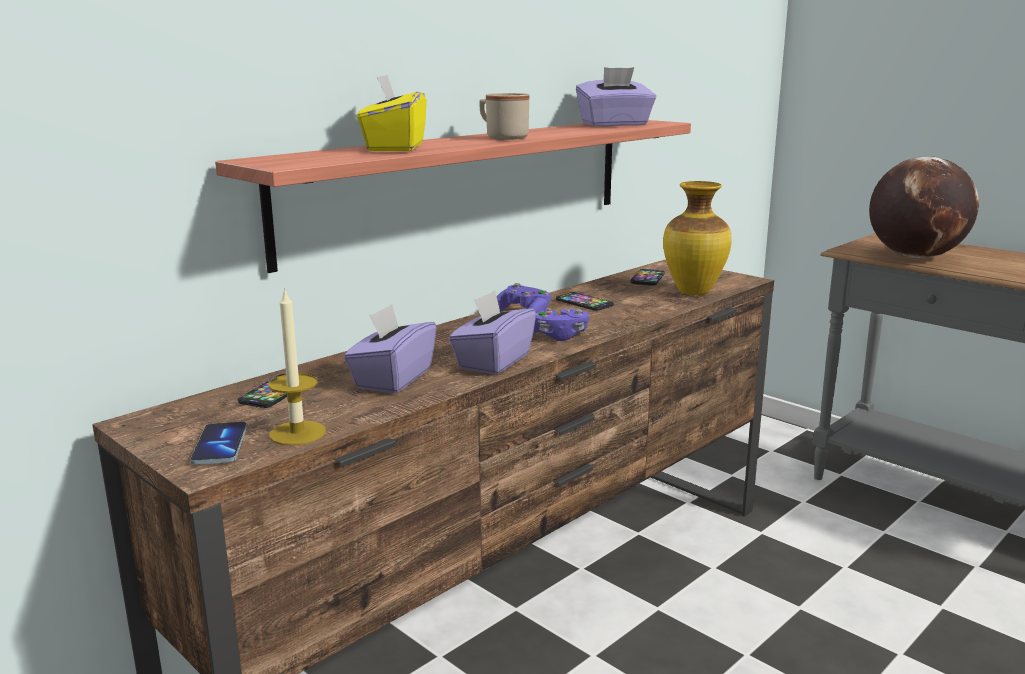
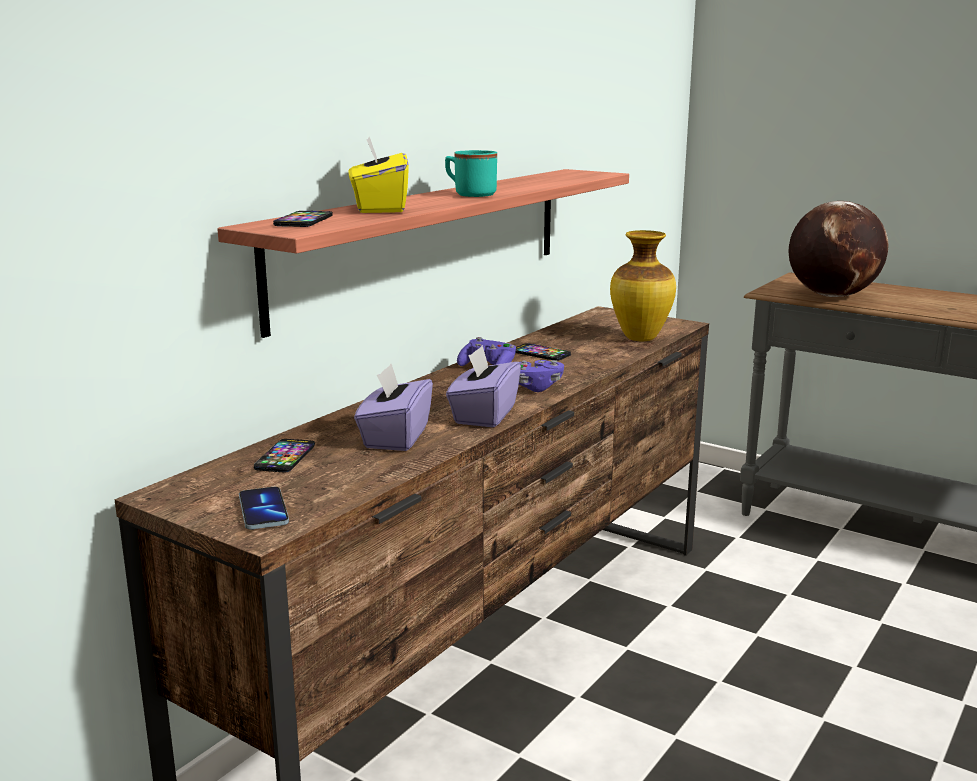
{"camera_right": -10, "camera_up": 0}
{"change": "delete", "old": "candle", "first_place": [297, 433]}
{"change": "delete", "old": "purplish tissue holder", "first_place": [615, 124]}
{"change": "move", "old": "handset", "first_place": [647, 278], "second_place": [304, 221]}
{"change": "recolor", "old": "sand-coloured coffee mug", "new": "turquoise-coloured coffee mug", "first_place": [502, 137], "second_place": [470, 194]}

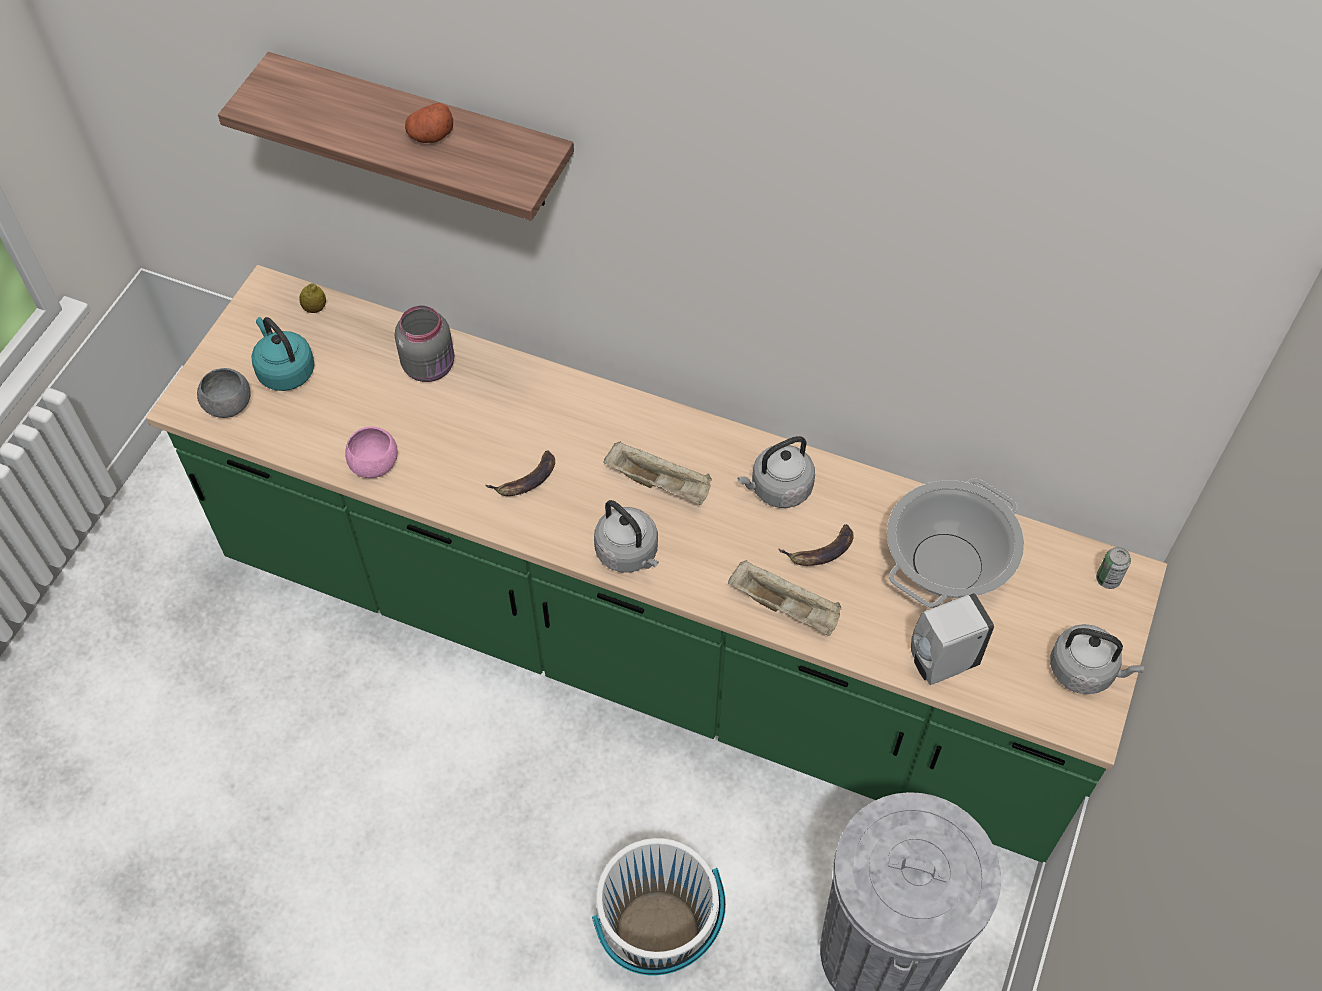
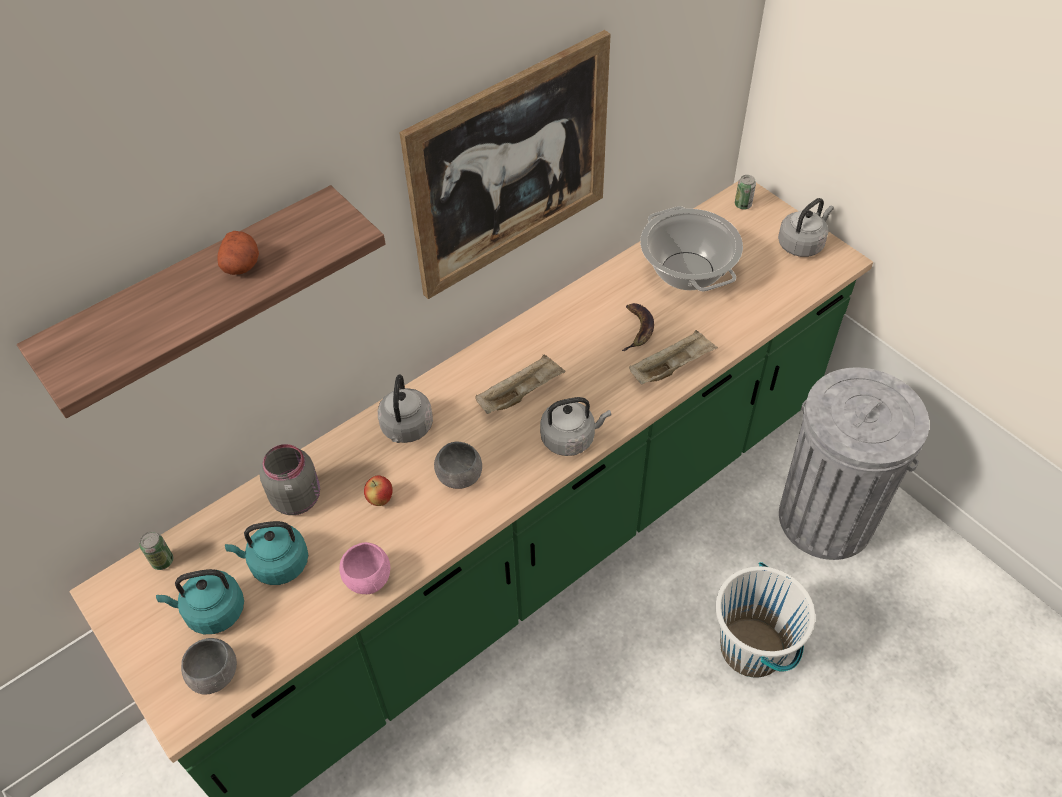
{"camera_right": -60, "camera_up": -5}
{"change": "delete", "old": "white soap bottle", "first_place": [940, 663]}
{"change": "insert", "new": "turquoise-coloured kettle", "second_place": [277, 564]}
{"change": "insert", "new": "whole apple", "second_place": [380, 499]}
{"change": "insert", "new": "wall art", "second_place": [510, 166]}
{"change": "move", "old": "grey kettle", "first_place": [778, 489], "second_place": [406, 429]}
{"change": "replace", "old": "whole lemon", "new": "can", "first_place": [315, 308], "second_place": [162, 561]}
{"change": "replace", "old": "whole banana", "new": "grey deep dish", "first_place": [526, 480], "second_place": [459, 476]}

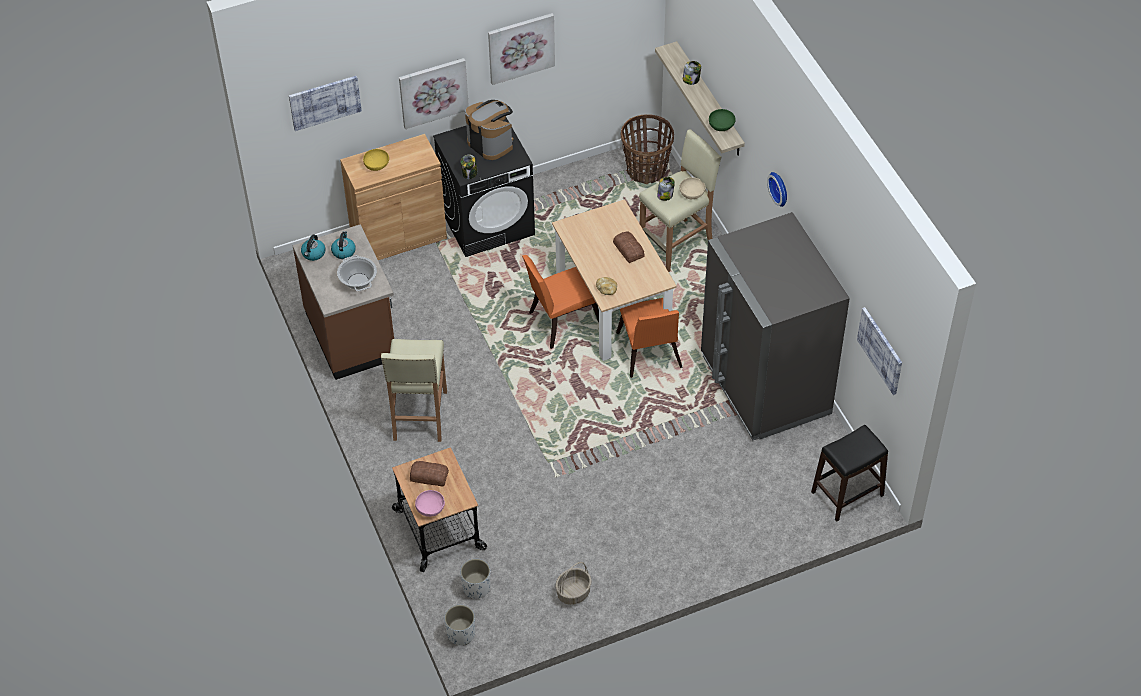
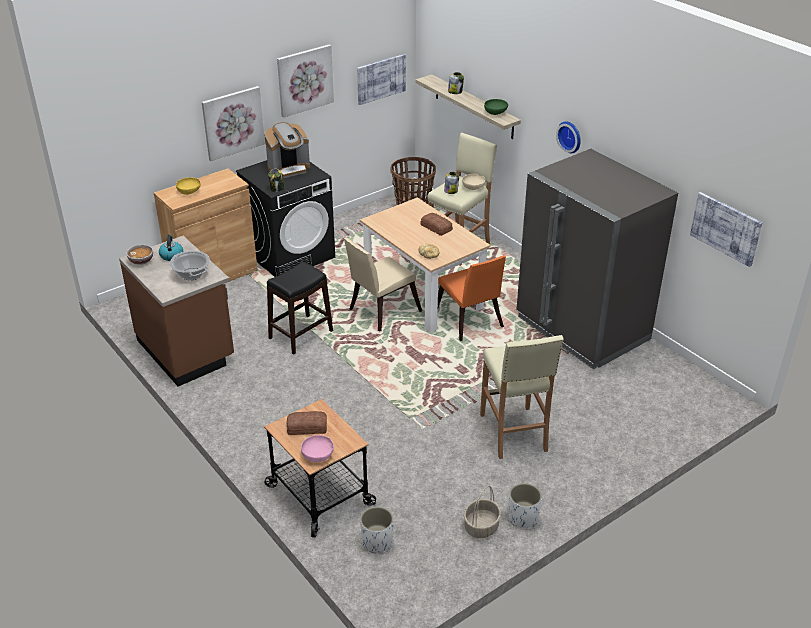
{"camera_right": -15, "camera_up": -15}
{"change": "move", "old": "wall art", "first_place": [325, 102], "second_place": [381, 79]}
{"change": "move", "old": "sand-coloured stool seat", "first_place": [419, 416], "second_place": [513, 433]}
{"change": "move", "old": "white flower pot", "first_place": [461, 634], "second_place": [523, 518]}
{"change": "move", "old": "black stool seat", "first_place": [847, 494], "second_place": [301, 334]}
{"change": "replace", "old": "kettle", "new": "deep dish", "first_place": [313, 253], "second_place": [141, 261]}
{"change": "recolor", "old": "orange plain chair", "new": "sand-coloured plain chair", "first_place": [561, 322], "second_place": [381, 311]}
{"change": "rotate", "old": "coffee machine", "first_place": [490, 143], "second_place": [289, 168], "degrees": 120}

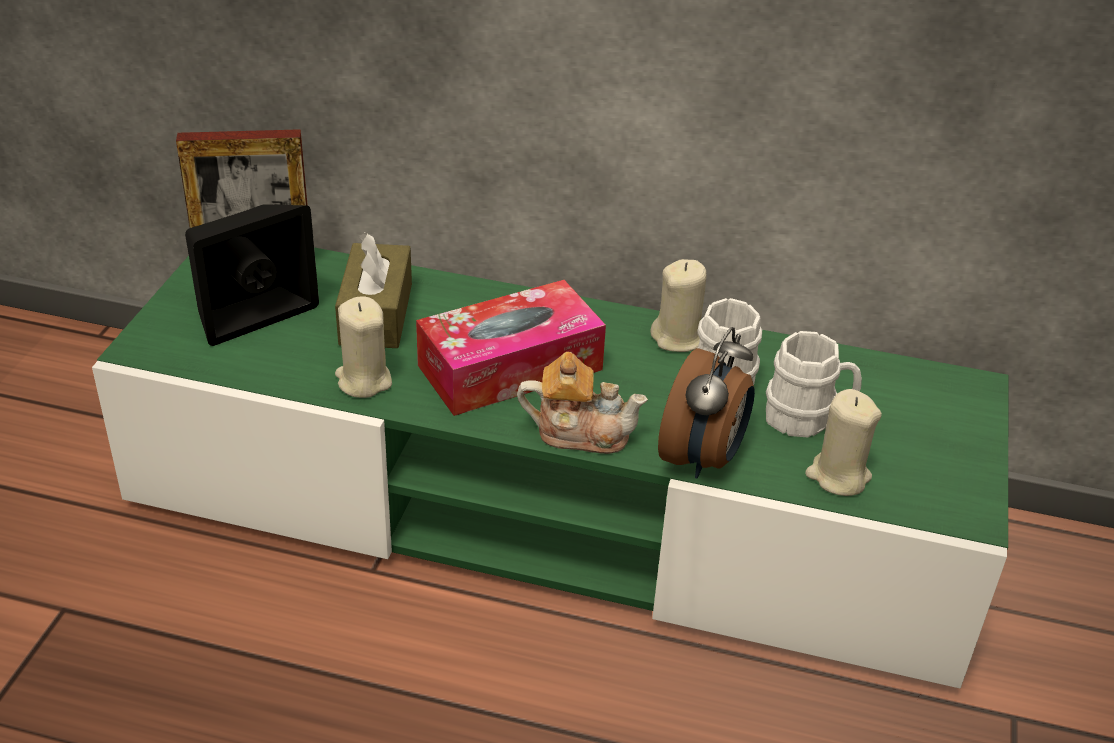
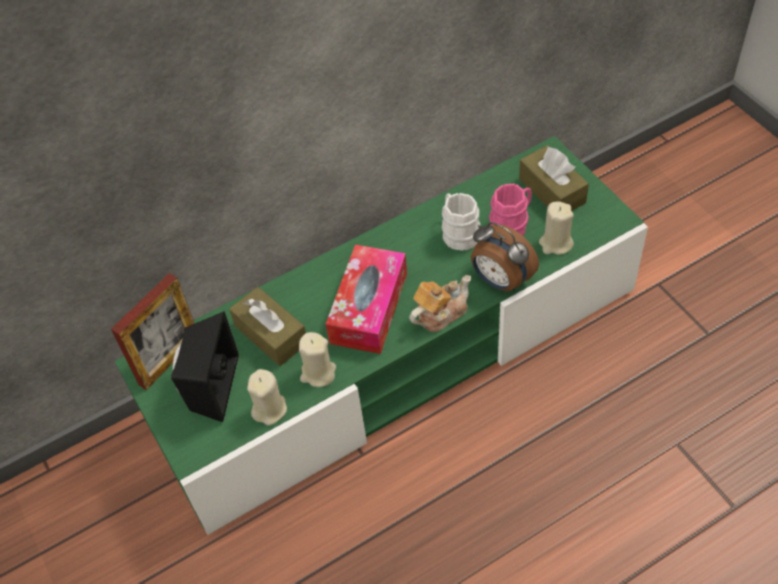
{"camera_right": -40, "camera_up": 15}
{"change": "insert", "new": "brown tissue holder", "second_place": [552, 190]}
{"change": "move", "old": "sand-coloured candle", "first_place": [678, 337], "second_place": [269, 409]}
{"change": "recolor", "old": "white coffee mug", "new": "pinkish coffee mug", "first_place": [807, 417], "second_place": [512, 225]}
{"change": "rotate", "old": "bedside clock", "first_place": [703, 458], "second_place": [500, 281], "degrees": 150}

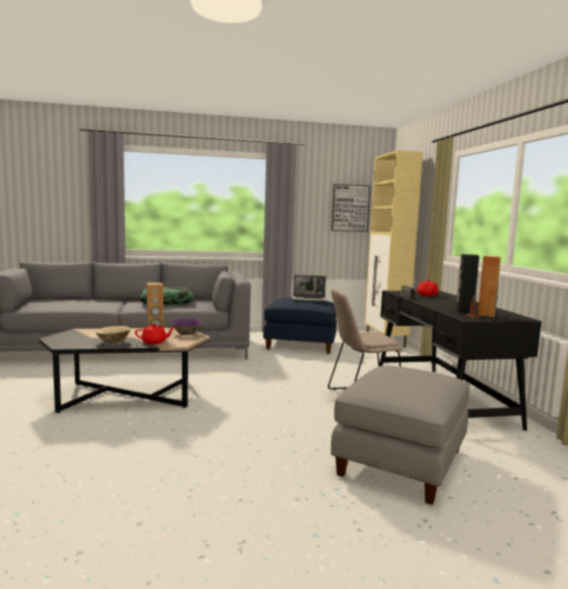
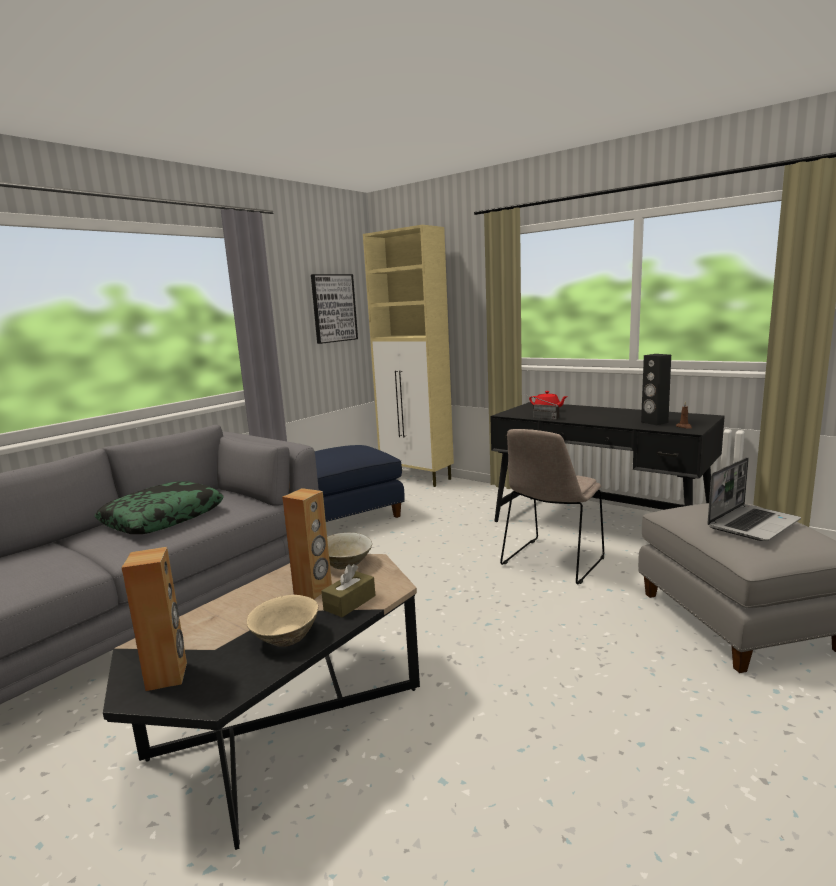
{"camera_right": -40, "camera_up": 5}
{"change": "move", "old": "portable computer", "first_place": [309, 299], "second_place": [752, 523]}
{"change": "move", "old": "brown loudspeaker", "first_place": [486, 315], "second_place": [167, 676]}
{"change": "replace", "old": "red-coloured teapot", "new": "brown tissue holder", "first_place": [154, 342], "second_place": [349, 603]}
{"change": "recolor", "old": "purplish deep dish", "new": "sand-coloured deep dish", "first_place": [186, 334], "second_place": [345, 564]}

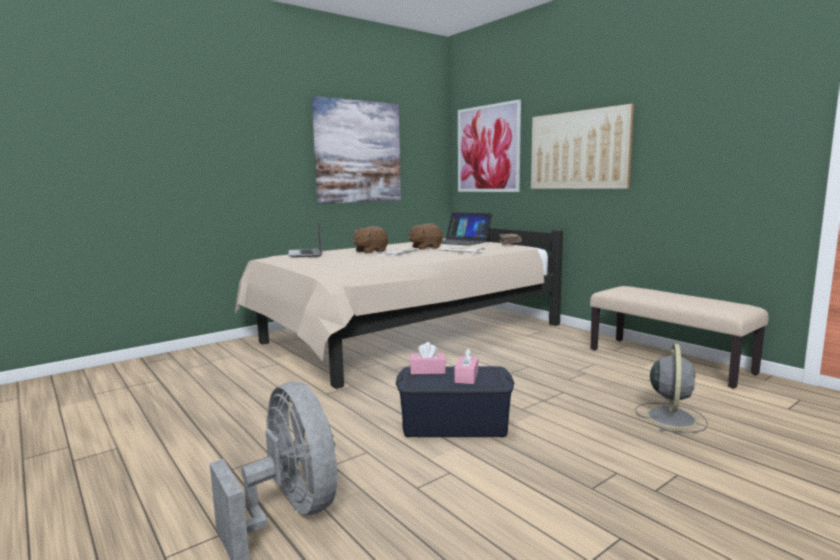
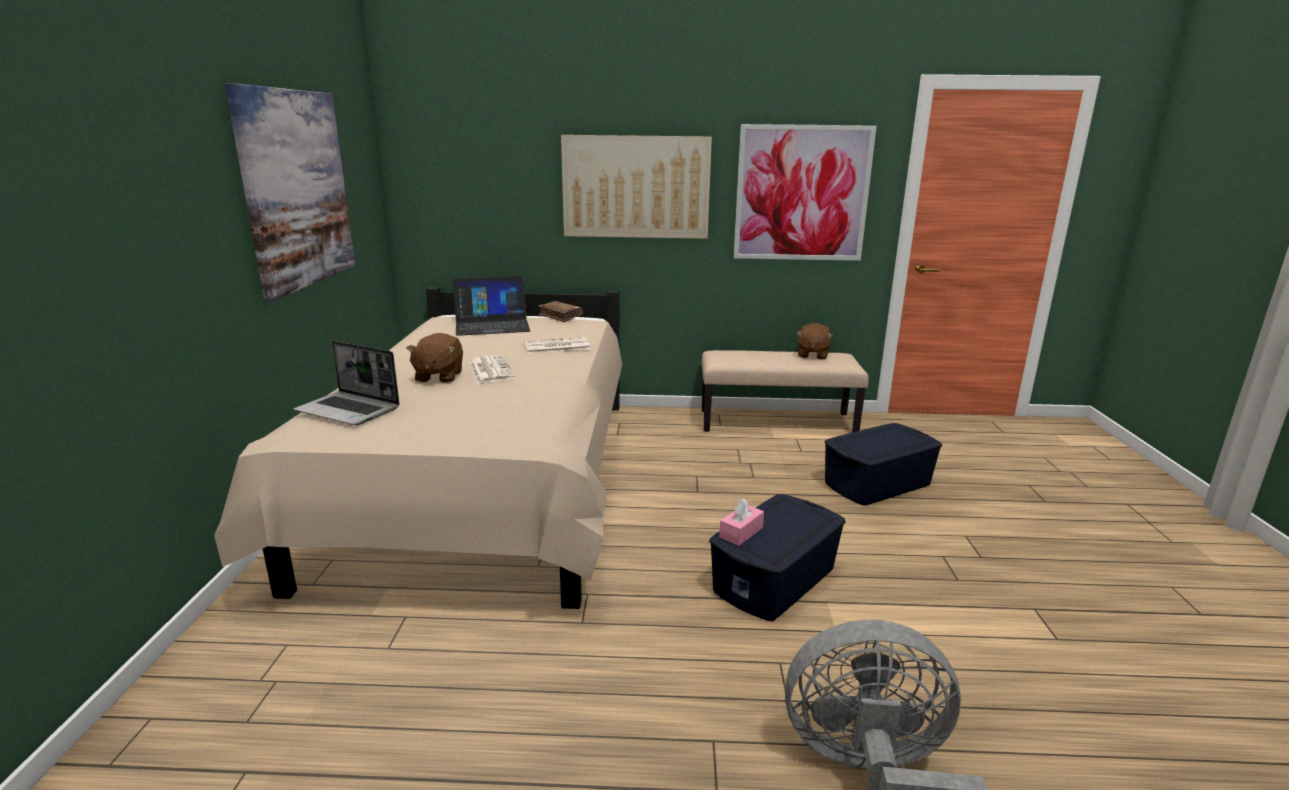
{"camera_right": -50, "camera_up": 10}
{"change": "delete", "old": "pinkish tissue holder", "first_place": [466, 377]}
{"change": "move", "old": "brown soft toy", "first_place": [425, 248], "second_place": [812, 355]}
{"change": "move", "old": "wall art", "first_place": [487, 149], "second_place": [802, 194]}
{"change": "replace", "old": "grey electric fan", "new": "blue-coloured storage container", "first_place": [671, 417], "second_place": [876, 483]}

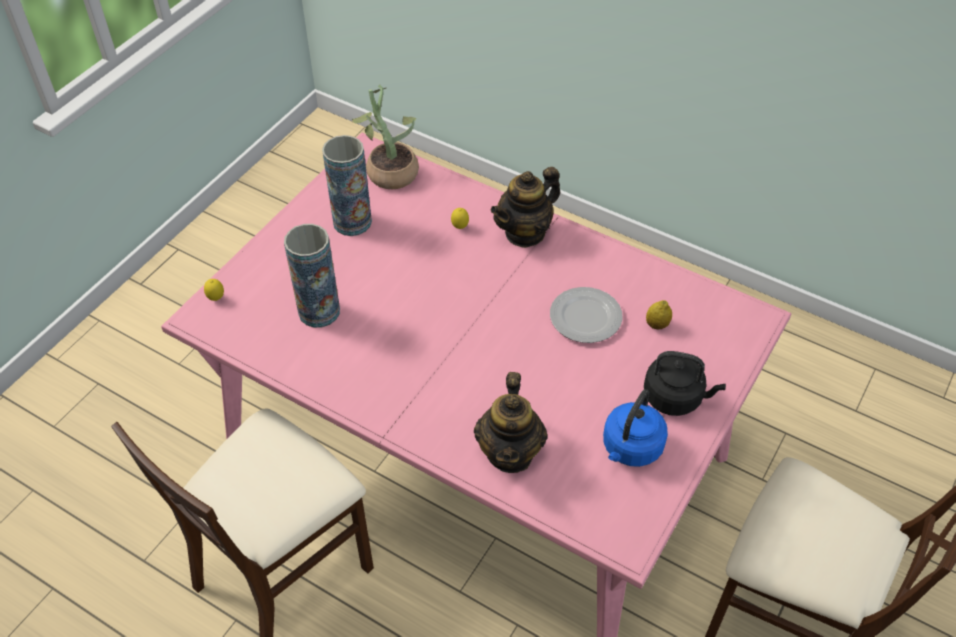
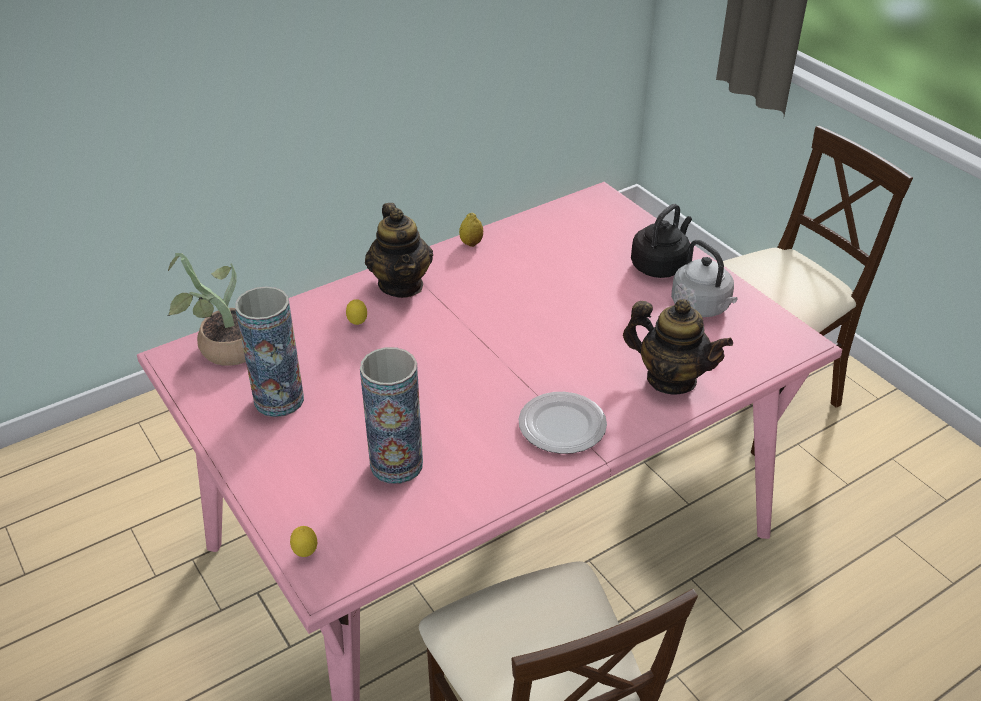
{"camera_right": -65, "camera_up": -10}
{"change": "move", "old": "flat dish", "first_place": [585, 317], "second_place": [561, 426]}
{"change": "move", "old": "whole lemon", "first_place": [657, 325], "second_place": [471, 243]}
{"change": "recolor", "old": "blue-coloured kettle", "new": "grey kettle", "first_place": [630, 449], "second_place": [702, 307]}

